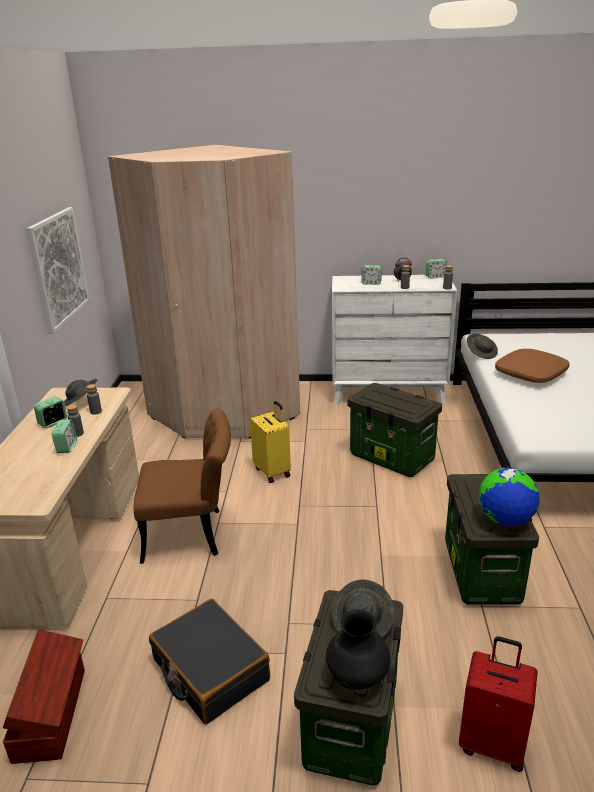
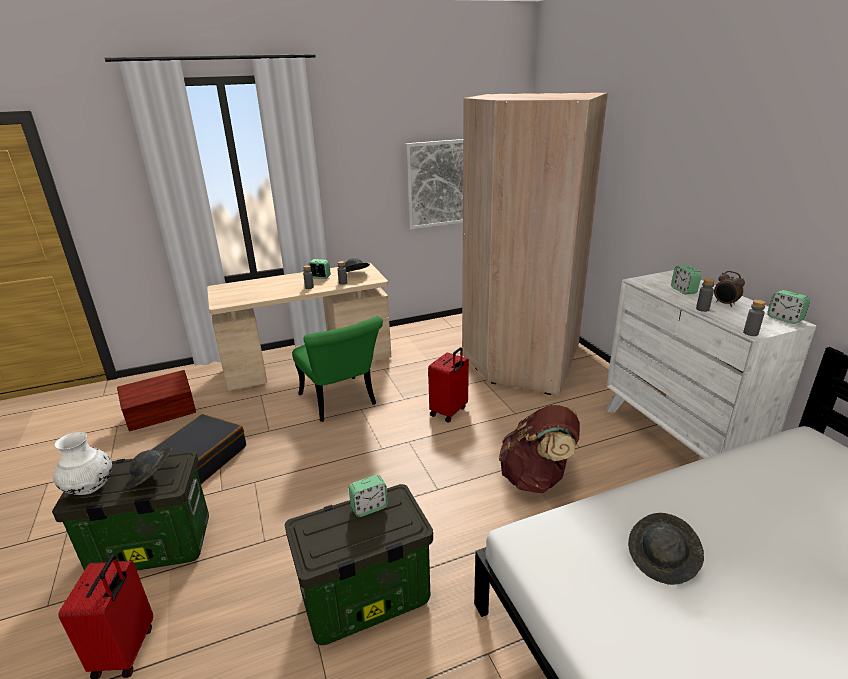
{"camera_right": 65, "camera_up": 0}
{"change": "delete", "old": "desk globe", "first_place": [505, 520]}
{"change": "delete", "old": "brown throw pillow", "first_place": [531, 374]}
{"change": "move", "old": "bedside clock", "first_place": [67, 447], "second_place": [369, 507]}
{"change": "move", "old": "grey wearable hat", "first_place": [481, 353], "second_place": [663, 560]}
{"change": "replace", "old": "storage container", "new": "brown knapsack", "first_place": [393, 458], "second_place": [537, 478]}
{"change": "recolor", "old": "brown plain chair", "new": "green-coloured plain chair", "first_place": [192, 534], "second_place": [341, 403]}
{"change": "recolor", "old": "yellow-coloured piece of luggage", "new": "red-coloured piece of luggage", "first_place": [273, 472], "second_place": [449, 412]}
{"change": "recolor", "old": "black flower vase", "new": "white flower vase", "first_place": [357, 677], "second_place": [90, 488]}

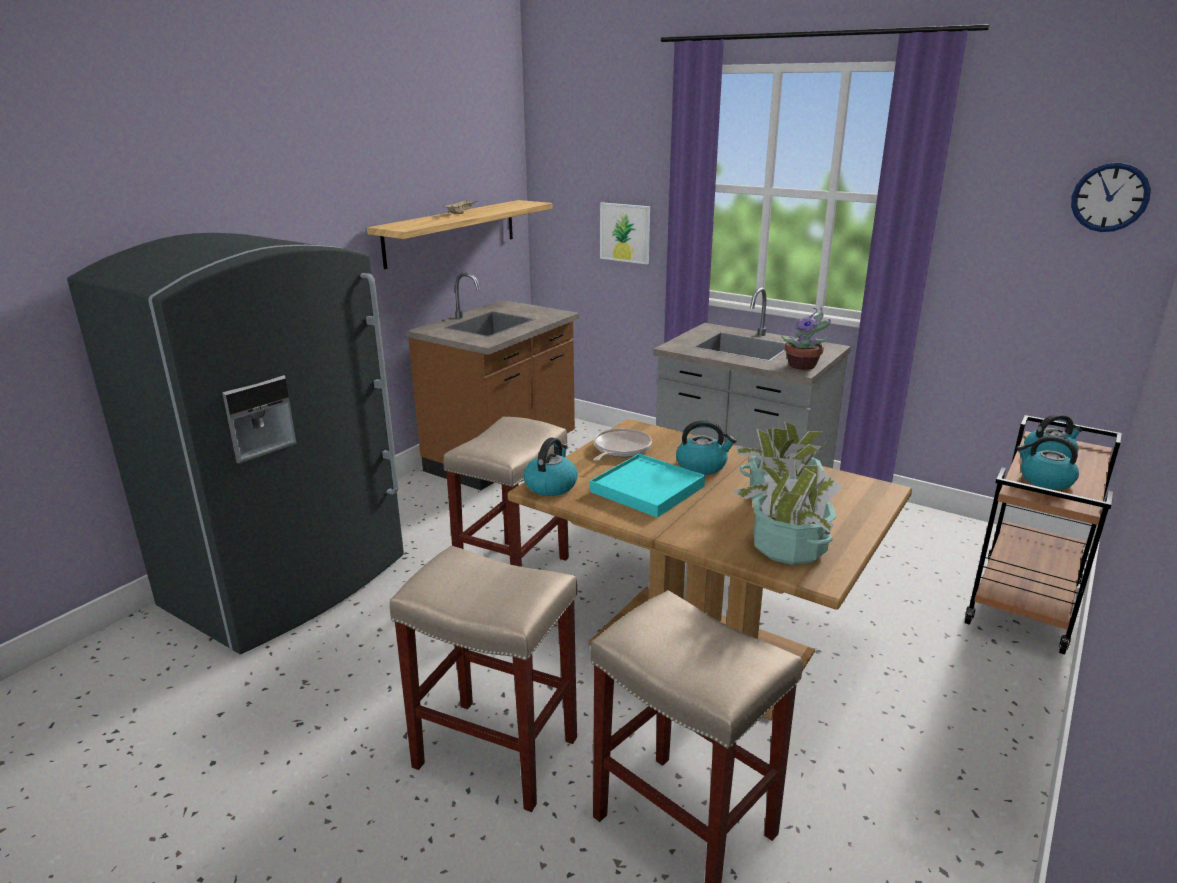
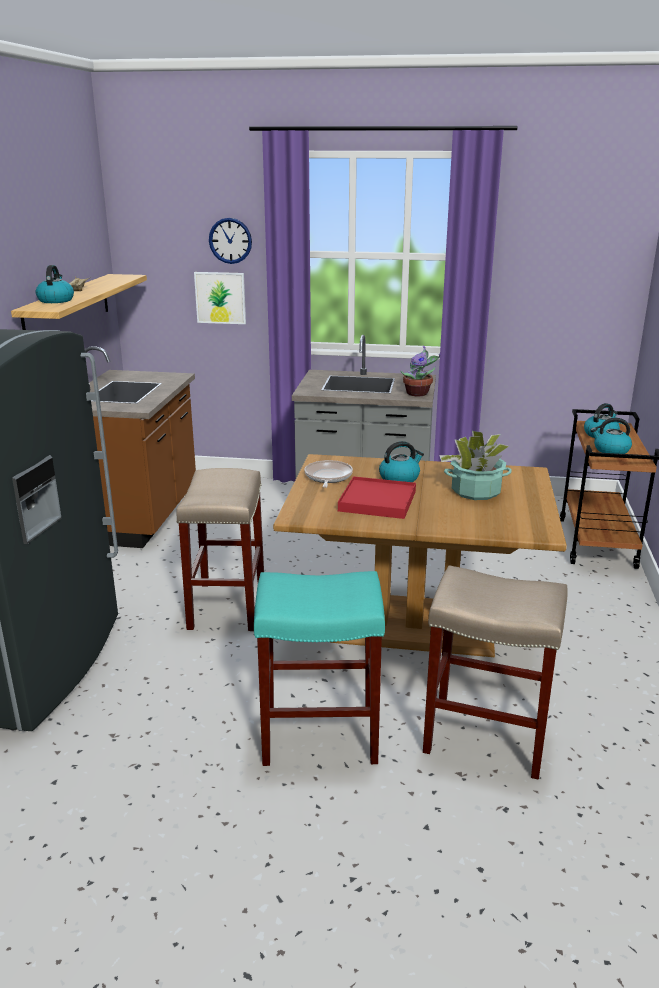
{"camera_right": -25, "camera_up": 0}
{"change": "delete", "old": "potted plant", "first_place": [789, 548]}
{"change": "move", "old": "kettle", "first_place": [551, 485], "second_place": [56, 300]}
{"change": "move", "old": "clock on the wall", "first_place": [1110, 197], "second_place": [230, 240]}
{"change": "recolor", "old": "sand-coloured stool seat", "new": "turquoise-coloured stool seat", "first_place": [493, 752], "second_place": [318, 736]}
{"change": "recolor", "old": "turquoise-coloured tray", "new": "red-coloured tray", "first_place": [647, 489], "second_place": [377, 501]}

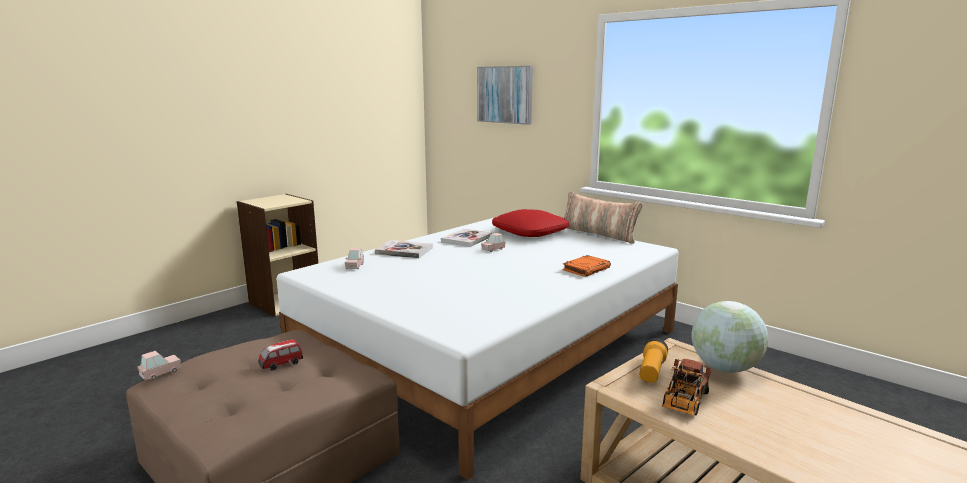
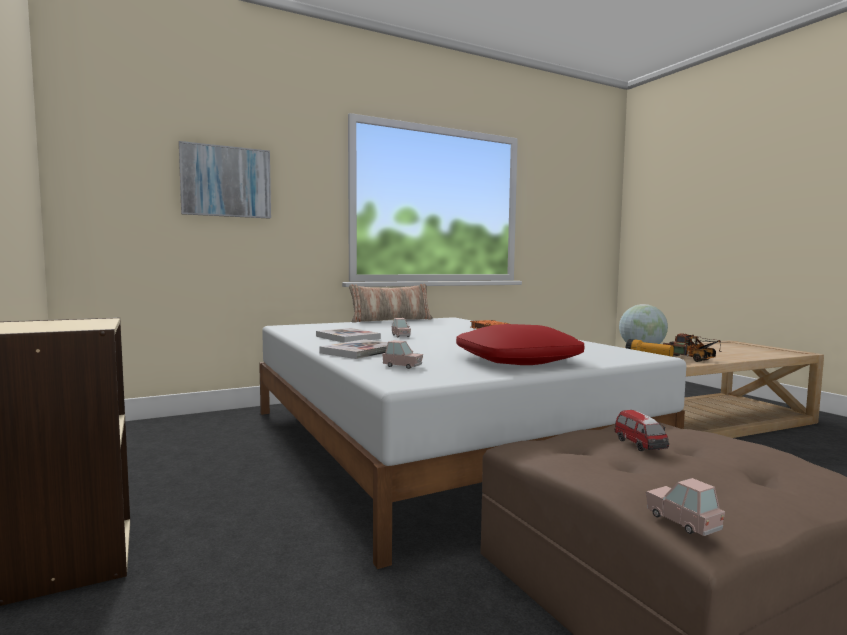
{"camera_right": -70, "camera_up": -10}
{"change": "move", "old": "red-coloured throw pillow", "first_place": [530, 232], "second_place": [517, 360]}

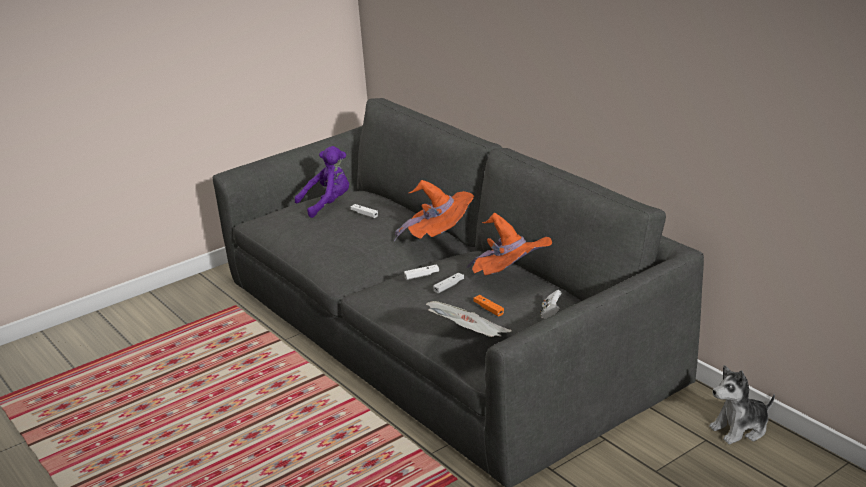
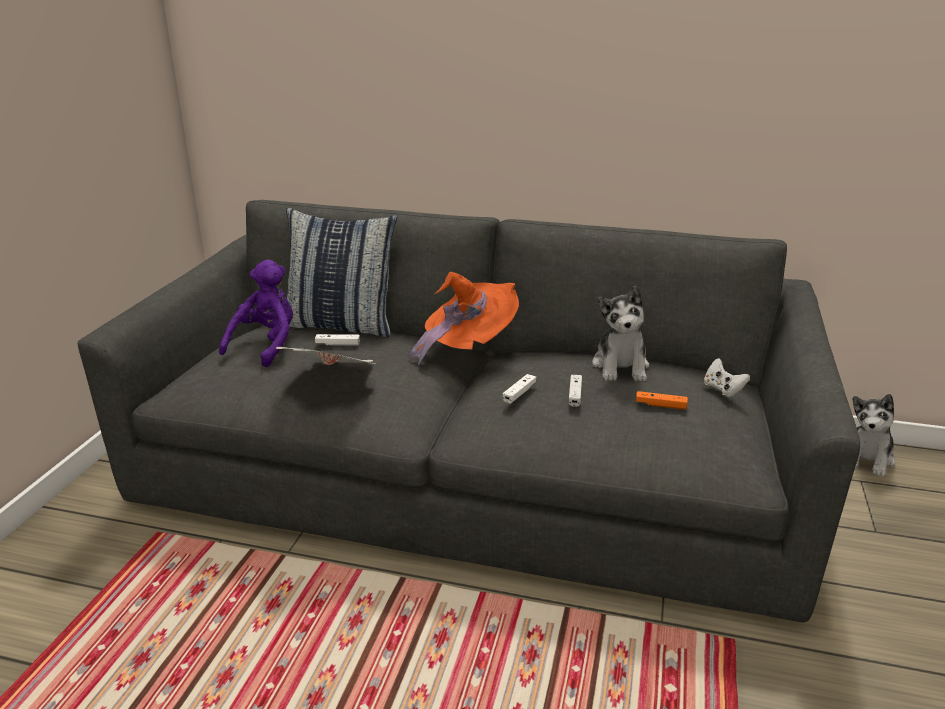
{"camera_right": -40, "camera_up": 0}
{"change": "insert", "new": "throw pillow", "second_place": [341, 325]}
{"change": "move", "old": "printed paper", "first_place": [470, 338], "second_place": [333, 379]}
{"change": "replace", "old": "orange wearable hat", "new": "soft toy", "first_place": [510, 279], "second_place": [621, 366]}

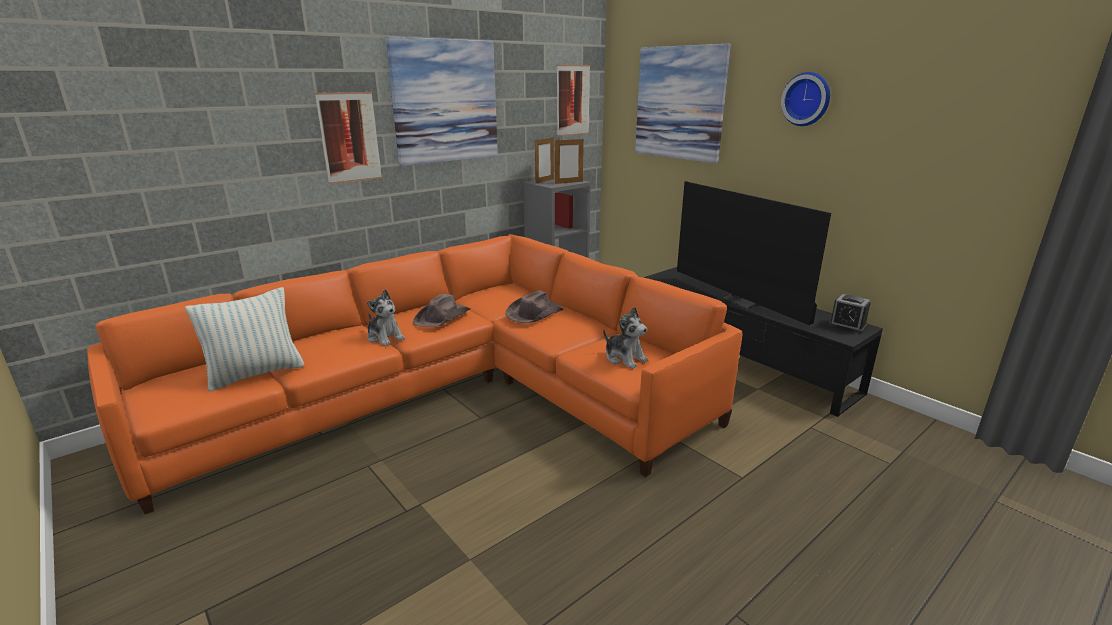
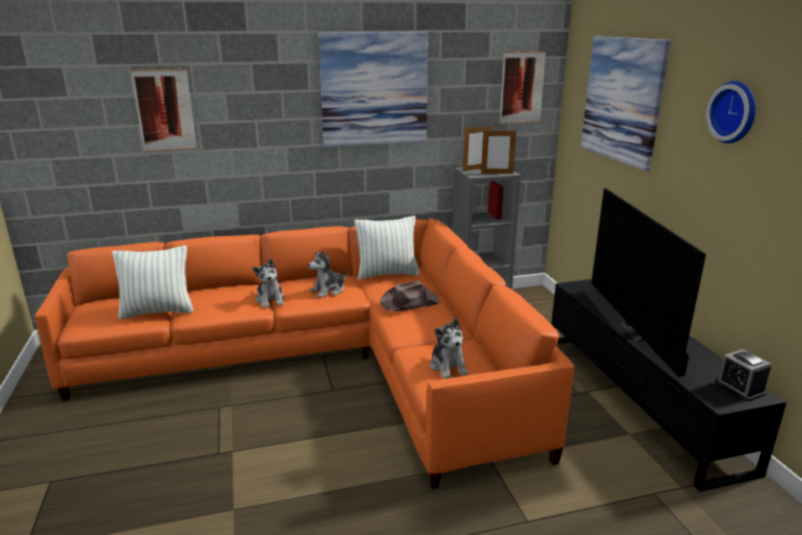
{"camera_right": 25, "camera_up": 0}
{"change": "insert", "new": "throw pillow", "second_place": [387, 274]}
{"change": "move", "old": "wall art", "first_place": [349, 137], "second_place": [164, 110]}
{"change": "replace", "old": "brown wearable hat", "new": "soft toy", "first_place": [443, 317], "second_place": [328, 290]}

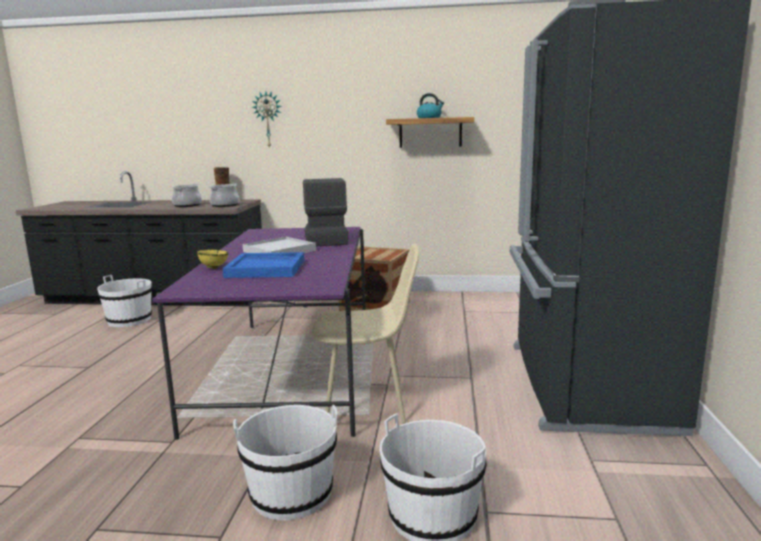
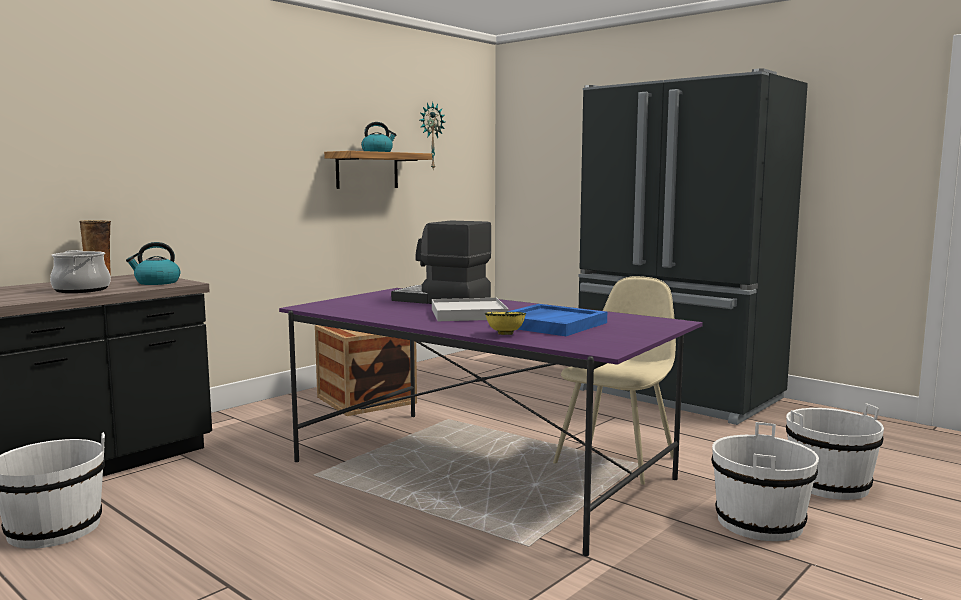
{"camera_right": -55, "camera_up": -5}
{"change": "move", "old": "clock on the wall", "first_place": [268, 119], "second_place": [430, 136]}
{"change": "replace", "old": "stockpot", "new": "kettle", "first_place": [225, 205], "second_place": [156, 282]}

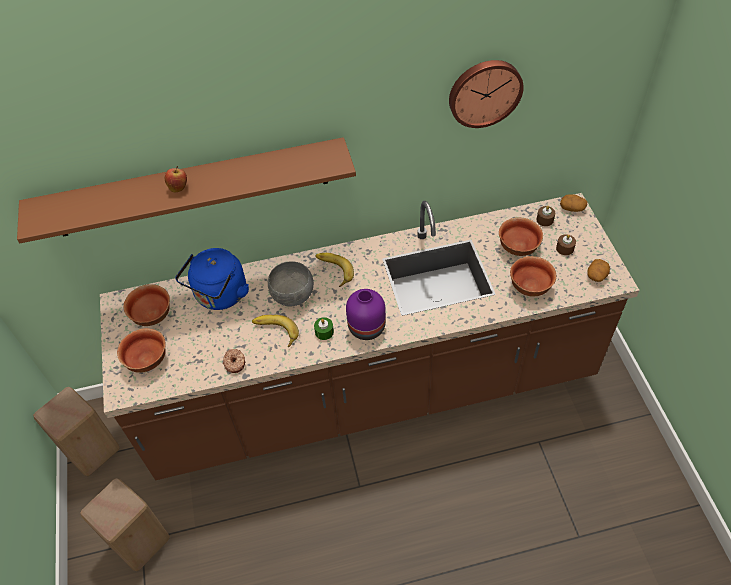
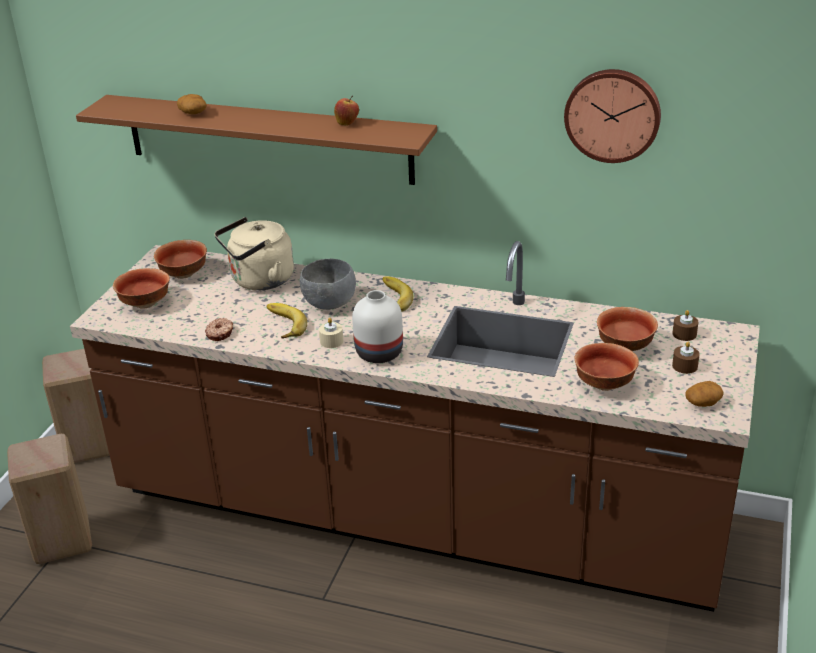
{"camera_right": 30, "camera_up": -20}
{"change": "move", "old": "whole apple", "first_place": [178, 187], "second_place": [347, 123]}
{"change": "move", "old": "potato", "first_place": [572, 208], "second_place": [193, 113]}
{"change": "recolor", "old": "blue-coloured kettle", "new": "sand-coloured kettle", "first_place": [220, 296], "second_place": [259, 281]}
{"change": "recolor", "old": "green-coloured candle", "new": "sand-coloured candle", "first_place": [324, 332], "second_place": [331, 341]}
{"change": "recolor", "old": "purplish flower vase", "new": "white flower vase", "first_place": [367, 327], "second_place": [380, 353]}

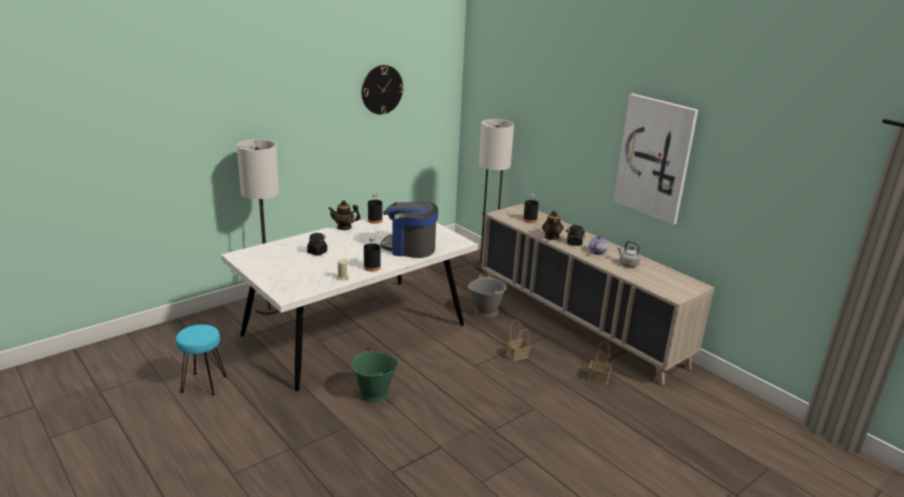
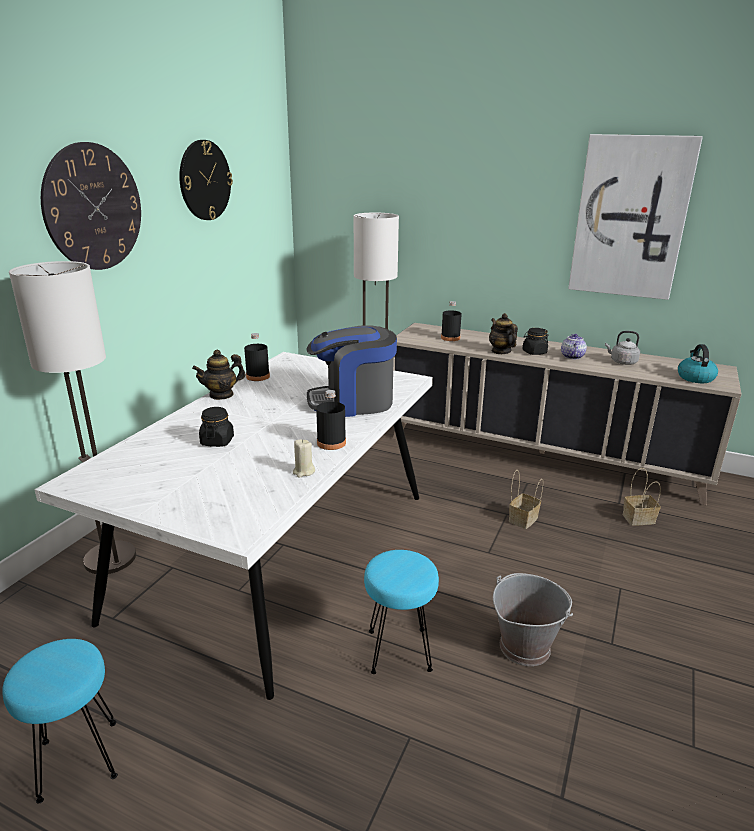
{"camera_right": -25, "camera_up": 0}
{"change": "insert", "new": "clock on the wall", "second_place": [93, 207]}
{"change": "insert", "new": "kettle", "second_place": [695, 377]}
{"change": "move", "old": "grey water bucket", "first_place": [485, 311], "second_place": [524, 646]}
{"change": "replace", "old": "green-coloured water bucket", "new": "turquoise-coloured stool seat", "first_place": [374, 393], "second_place": [399, 651]}

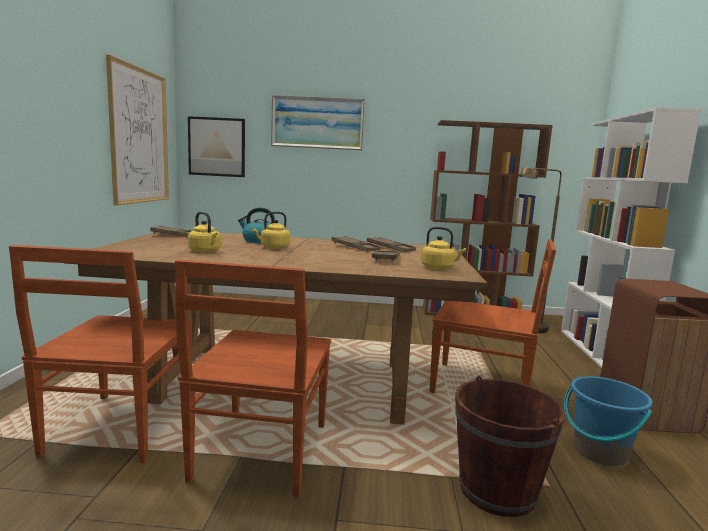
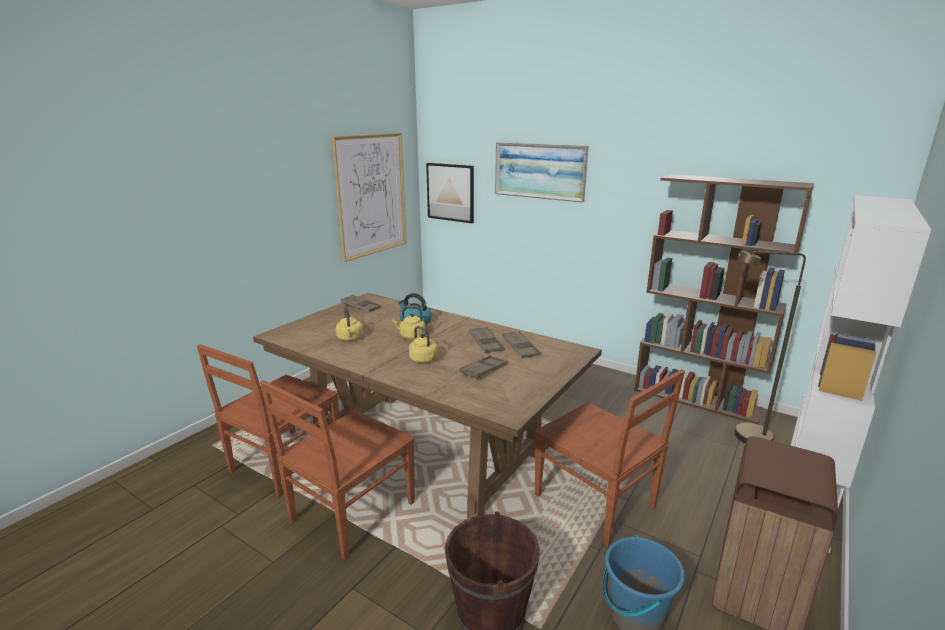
{"camera_right": 30, "camera_up": 10}
{"change": "move", "old": "yellow-coloured kettle", "first_place": [439, 268], "second_place": [424, 360]}

